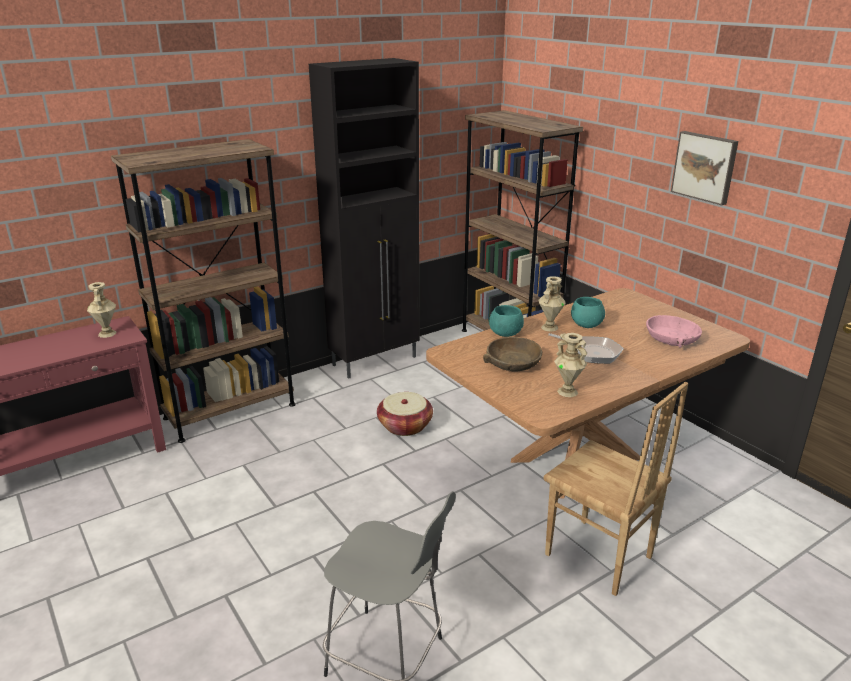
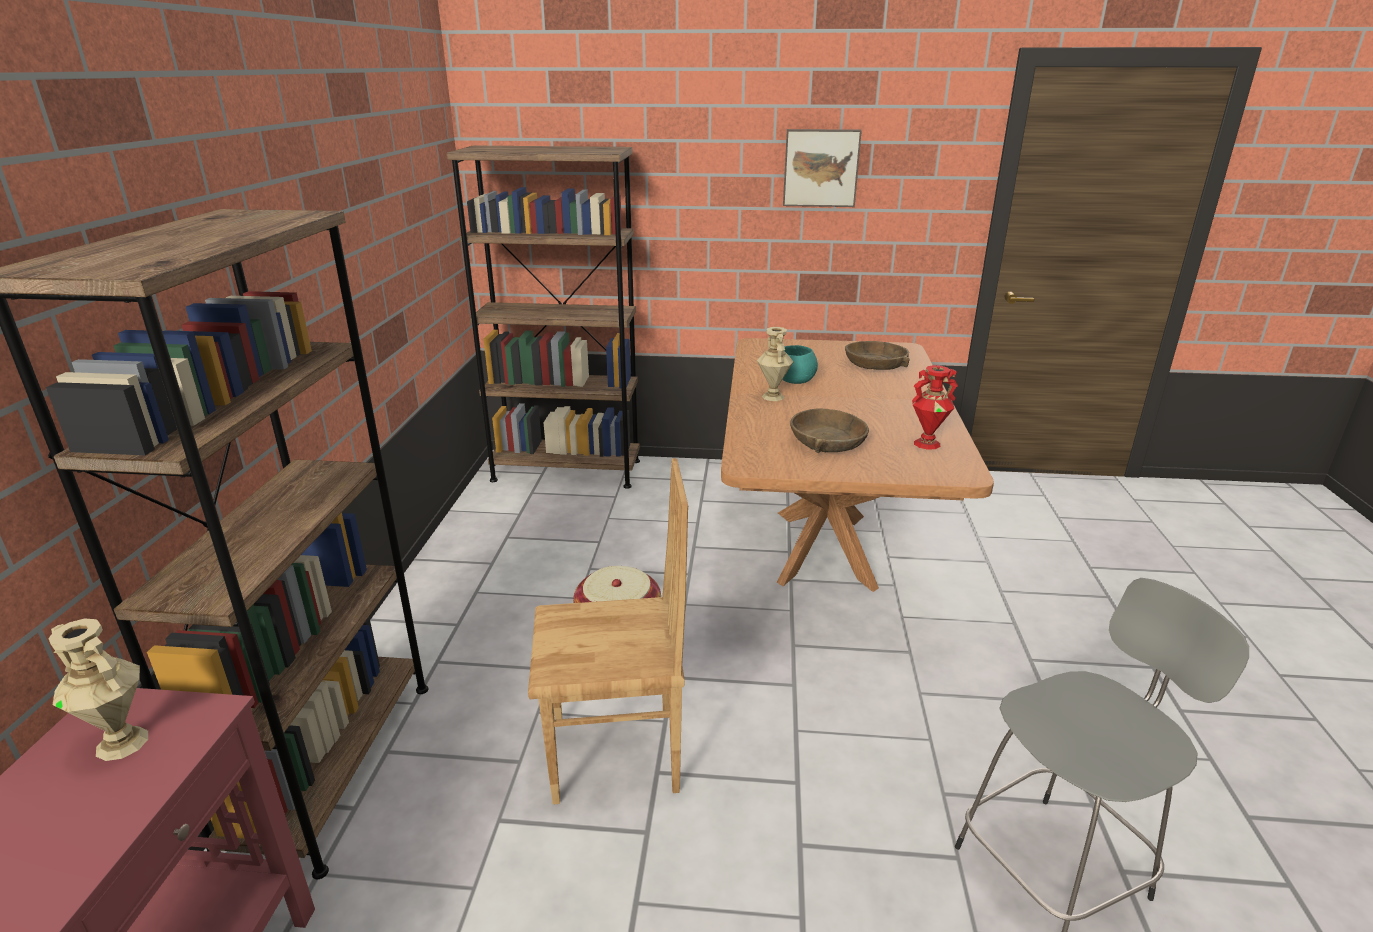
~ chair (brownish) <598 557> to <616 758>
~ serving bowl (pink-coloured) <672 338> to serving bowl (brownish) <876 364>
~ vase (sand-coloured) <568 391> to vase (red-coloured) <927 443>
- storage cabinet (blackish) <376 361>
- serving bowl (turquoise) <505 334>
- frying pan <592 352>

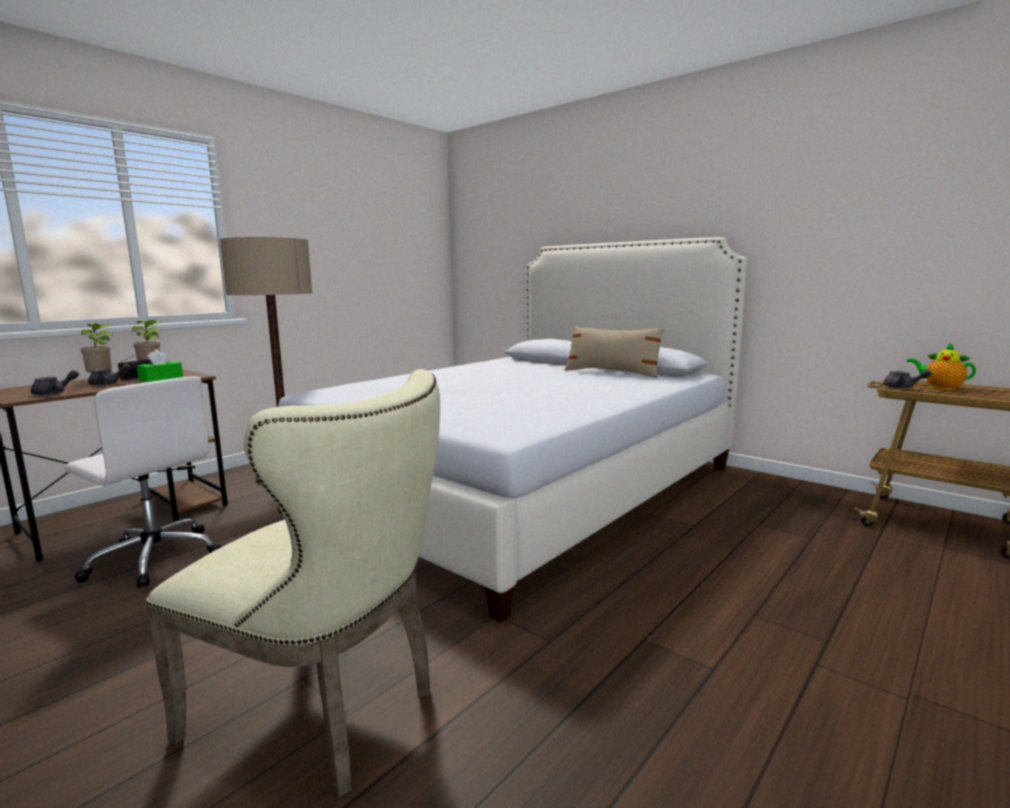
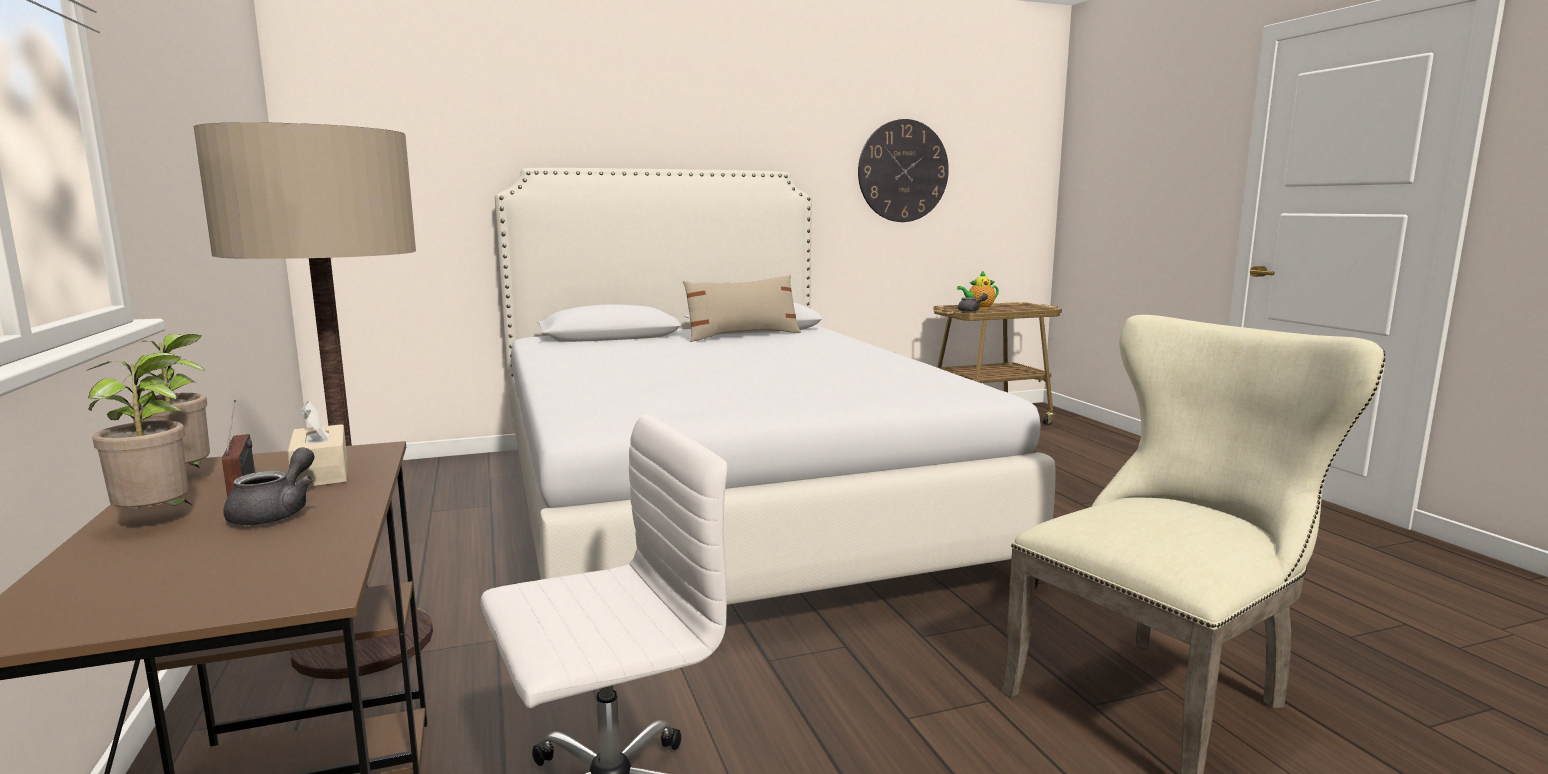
~ tissue holder (greenish) <161 378> to tissue holder (sand-coloured) <321 473>
+ clock on the wall <903 171>
- tea pot (gray) <54 393>

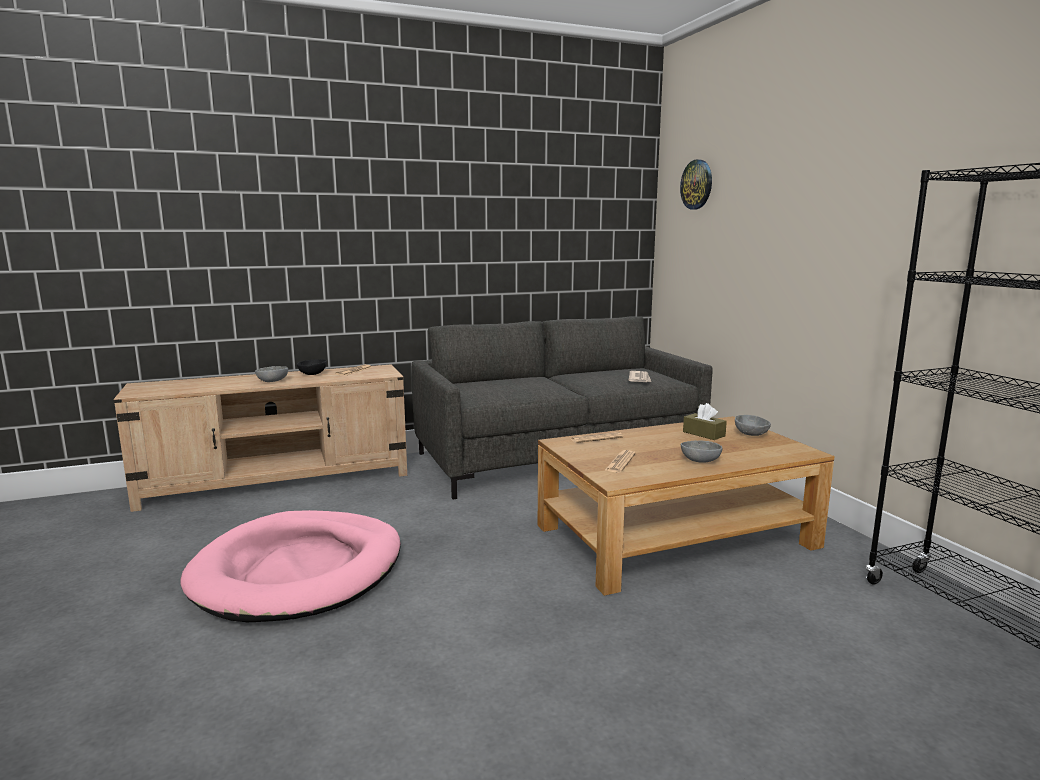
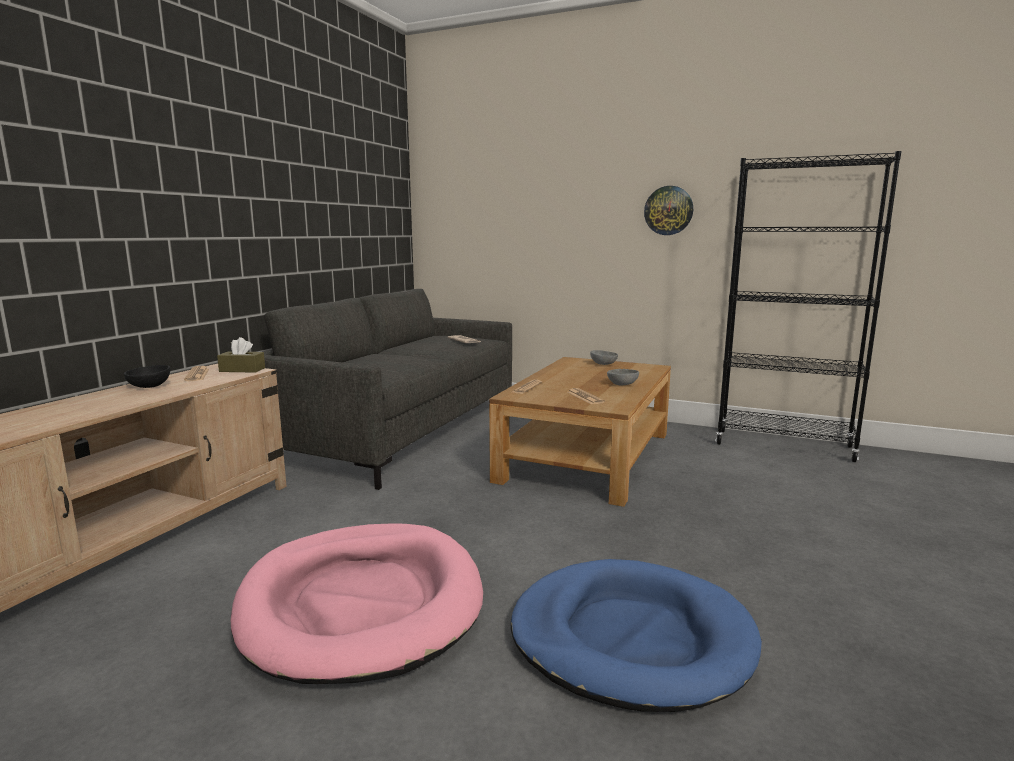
~ tissue holder (brownish) <703 434> to <242 370>
+ dog cushion (blue-coloured) <630 638>
~ clock on the wall <697 184> to <668 210>
- serving bowl (gray) <272 381>

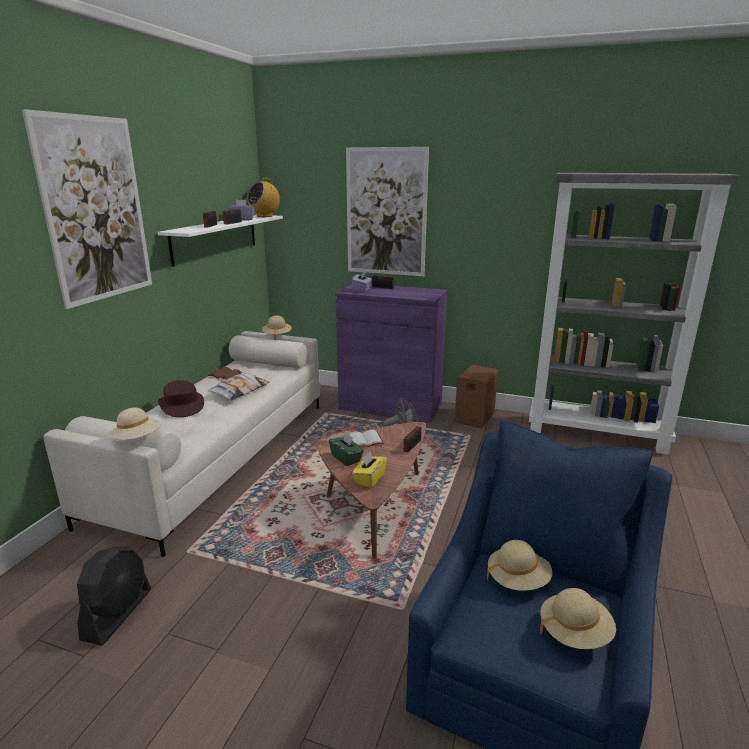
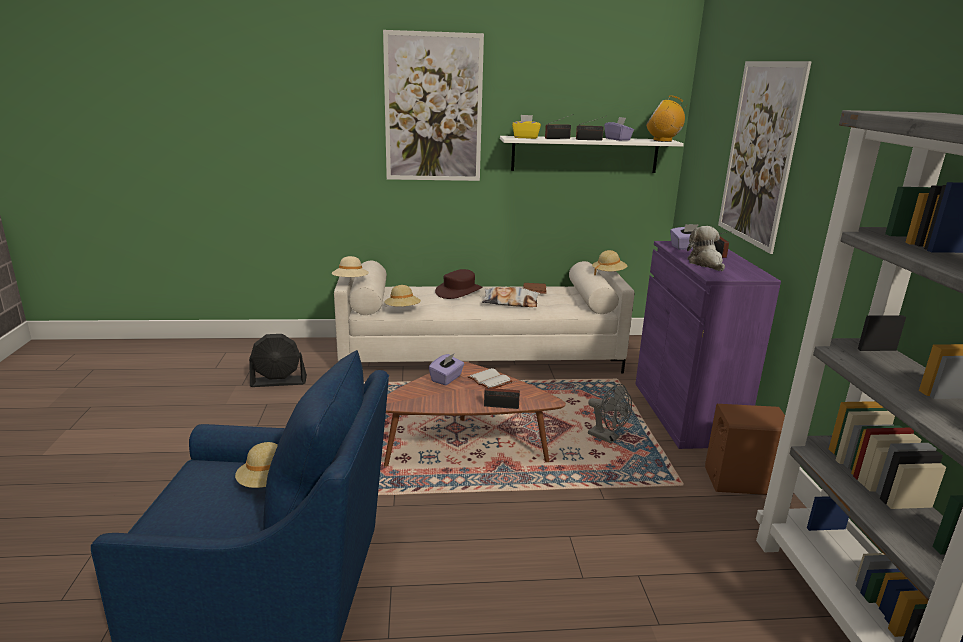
~ wearable hat (sand-coloured) <574 632> to <402 310>
~ tissue holder (greenish) <346 458> to tissue holder (purple-coloured) <446 379>
~ tissue holder (yellow-coloured) <369 479> to <525 137>
+ soft toy <706 263>

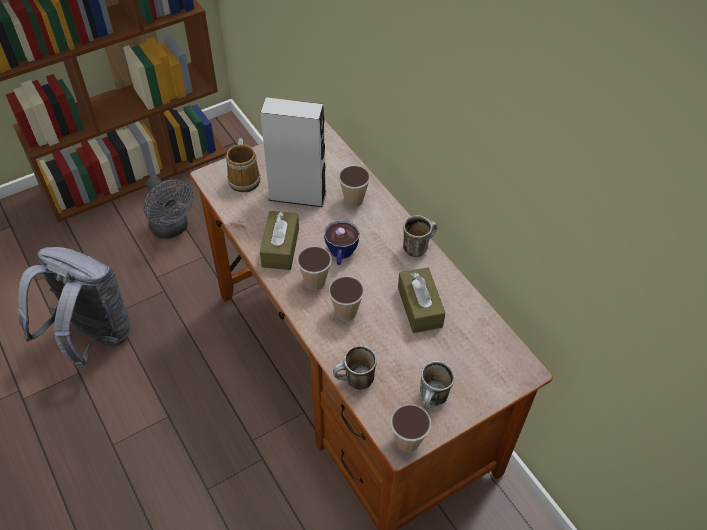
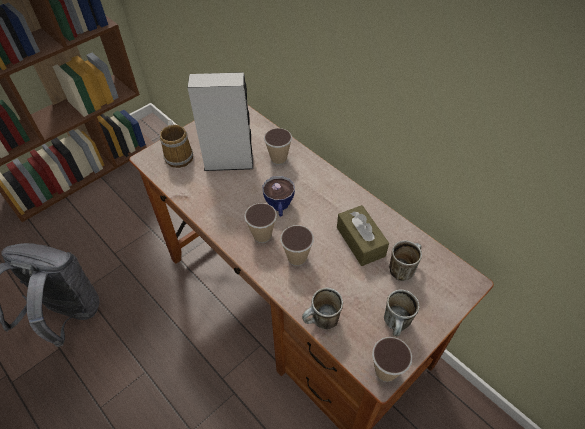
~ mug <418 246> to <402 268>
- fan (gray) <172 229>
- tissue holder (brownish) <280 247>

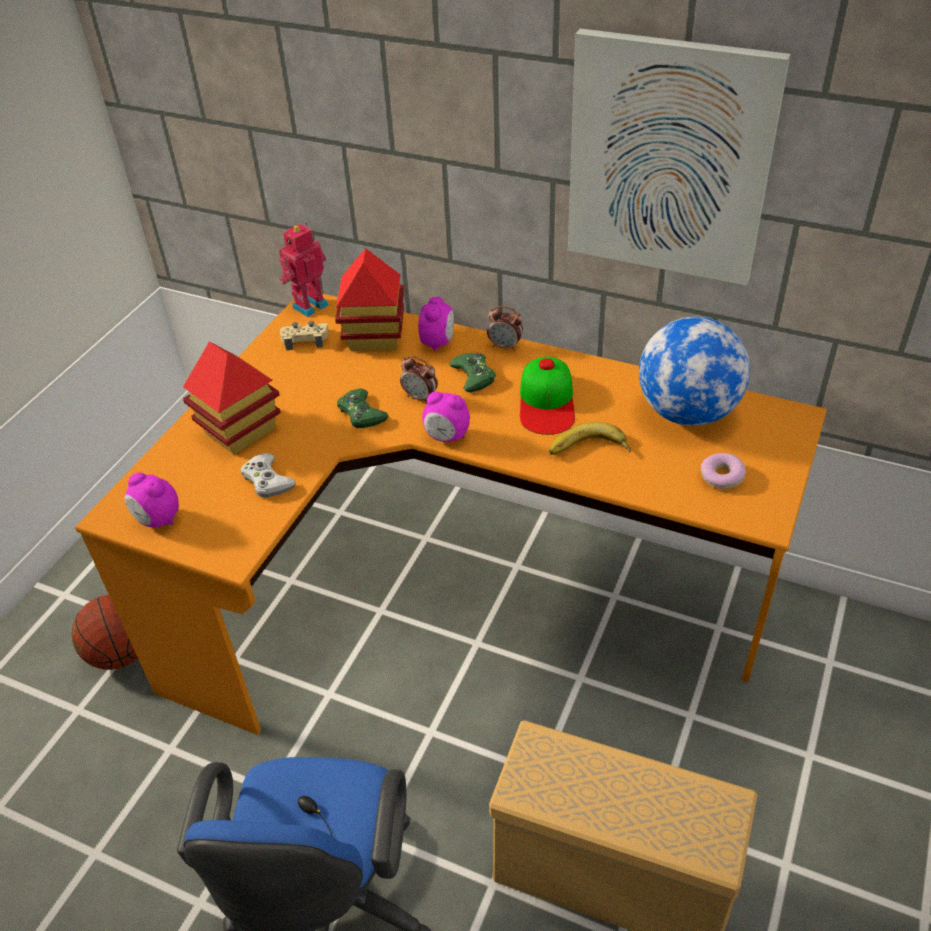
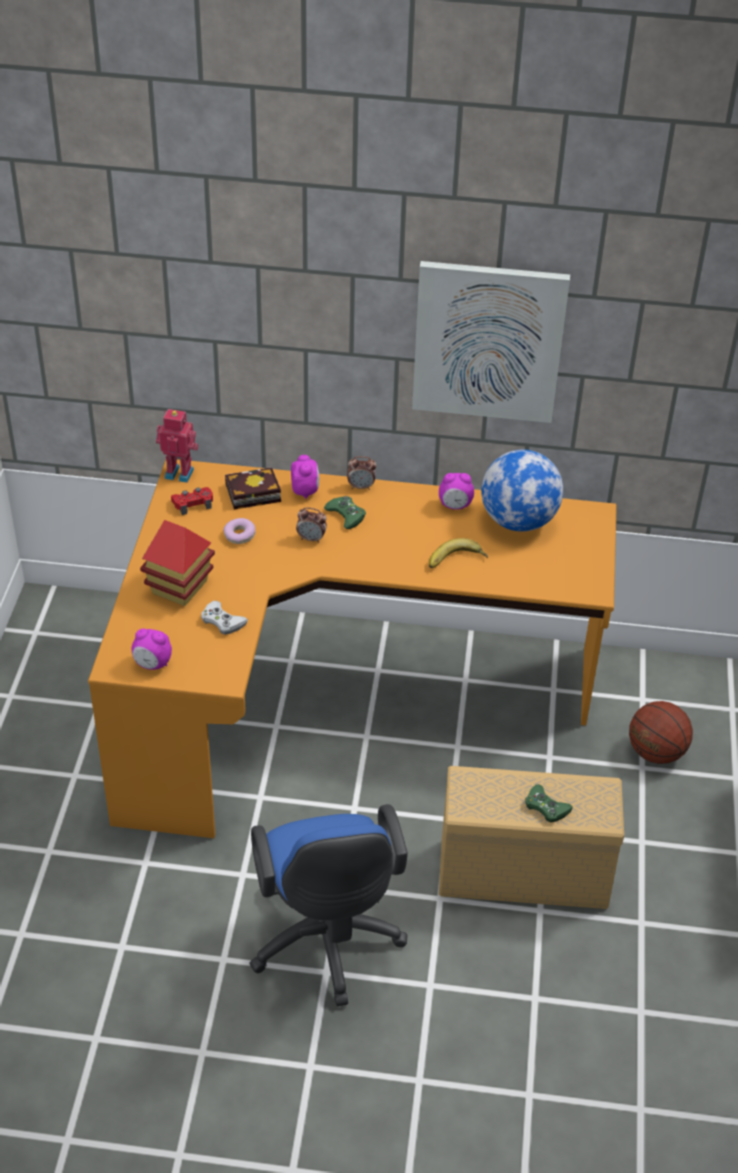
~ model robot <308 305> = <179 472> 75 degrees clockwise
~ game controller (sand-coloured) <305 339> to game controller (red-coloured) <193 503>
~ doughnut <721 476> to <239 535>
~ model house <374 337> to book <250 494>
~ alarm clock <447 436> to <455 506>
~ game controller (greenish) <361 413> to <546 807>
~ ball for basketball <121 653> to <655 752>
- peaked cap <547 402>

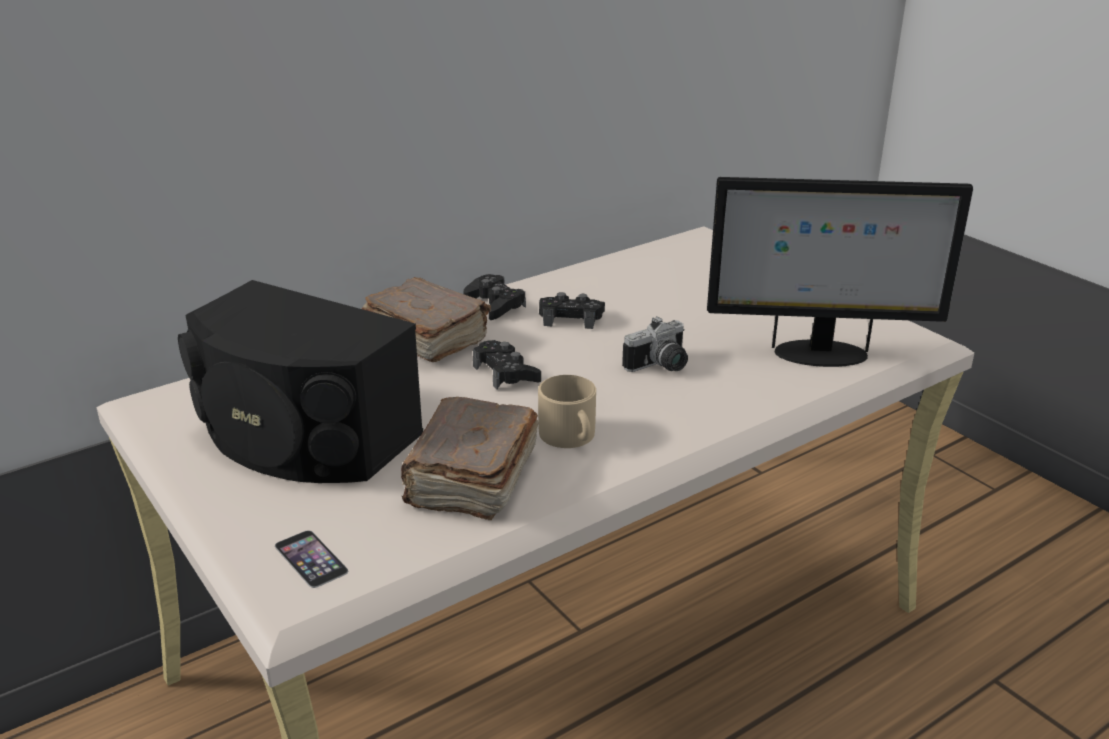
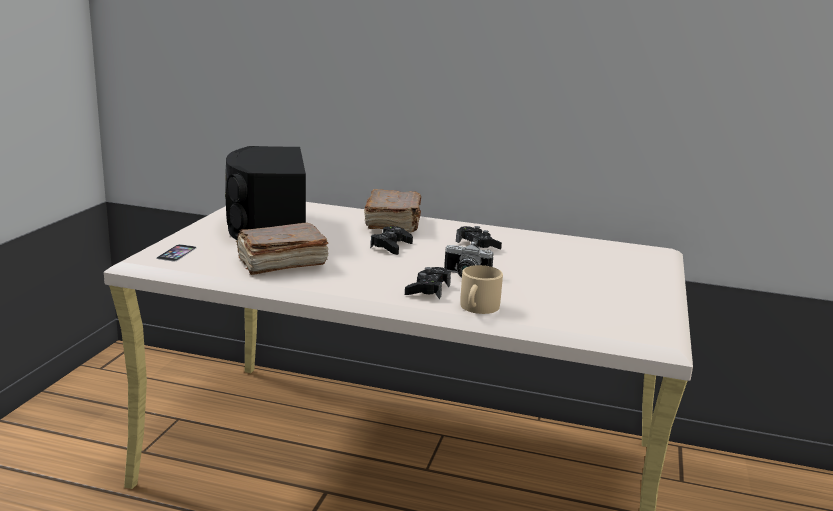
~ game controller (blackish) <495 305> to <428 290>
~ mug (sand-coloured) <570 436> to <478 307>
- computer display <819 354>

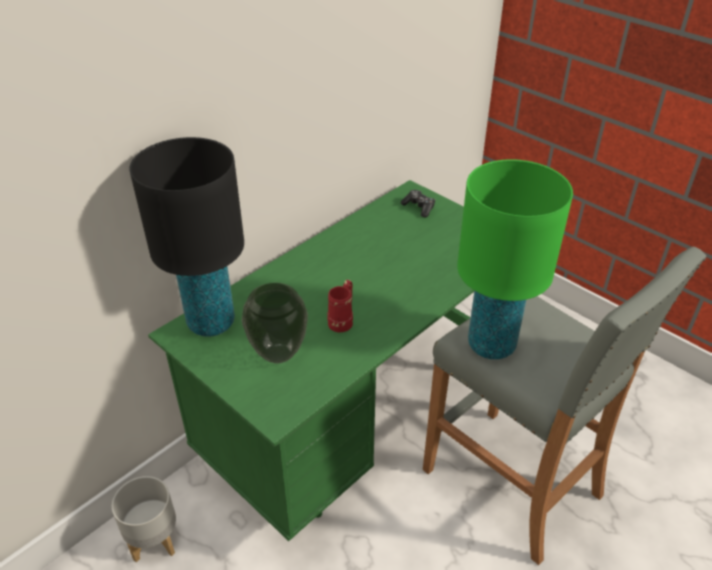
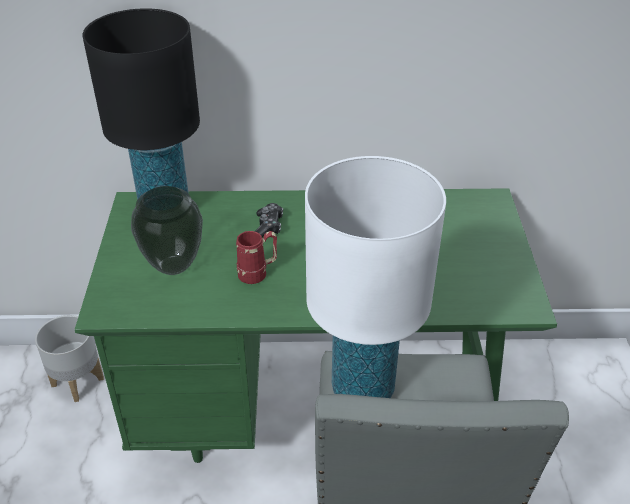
~ game controller <419 207> to <268 226>
~ lamp for a table (greenish) <491 344> to lamp for a table (white-coloured) <363 389>

